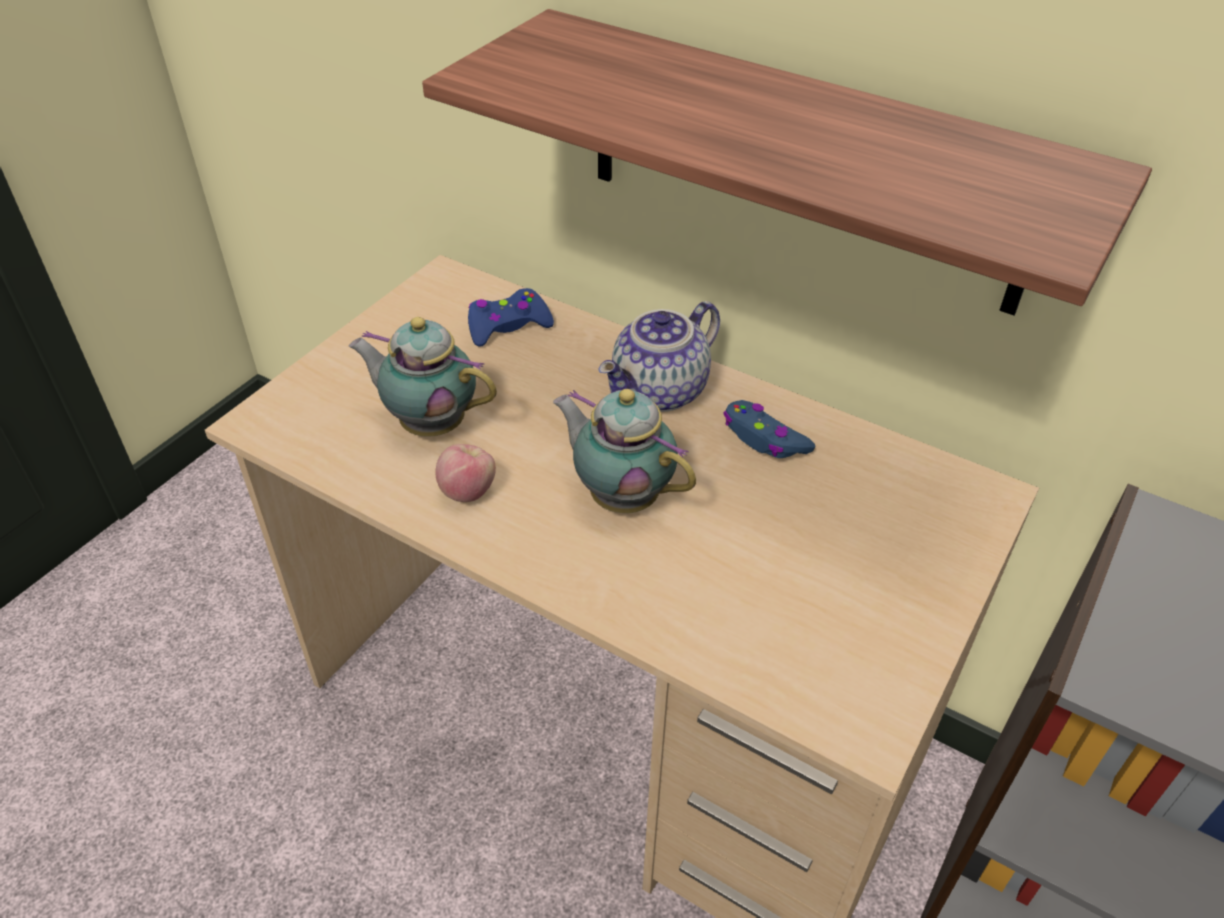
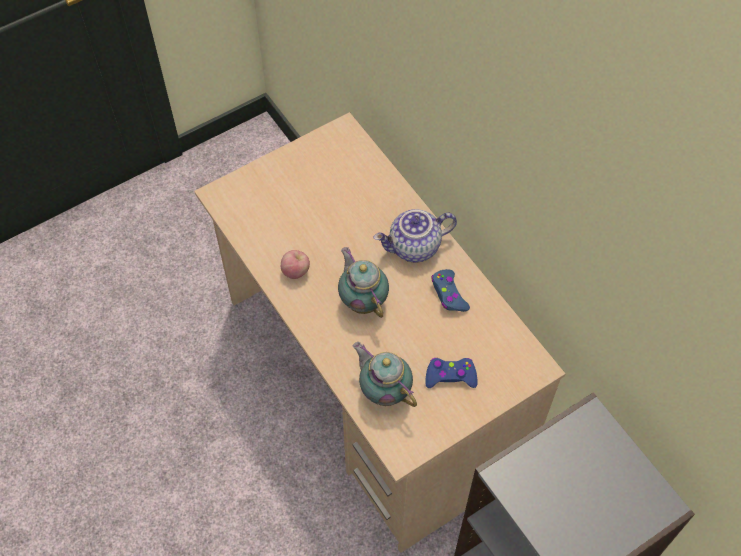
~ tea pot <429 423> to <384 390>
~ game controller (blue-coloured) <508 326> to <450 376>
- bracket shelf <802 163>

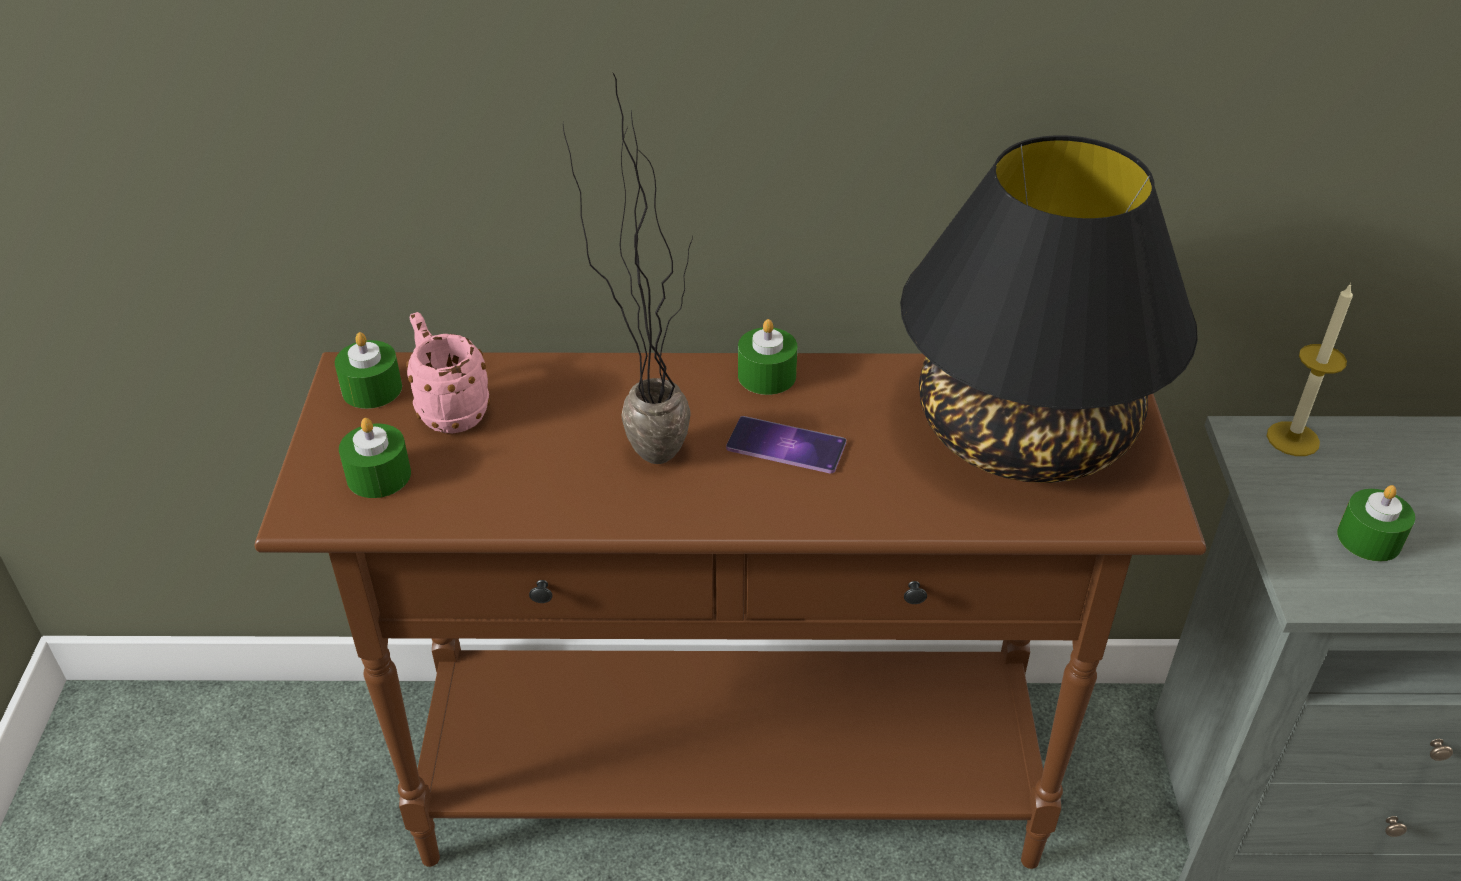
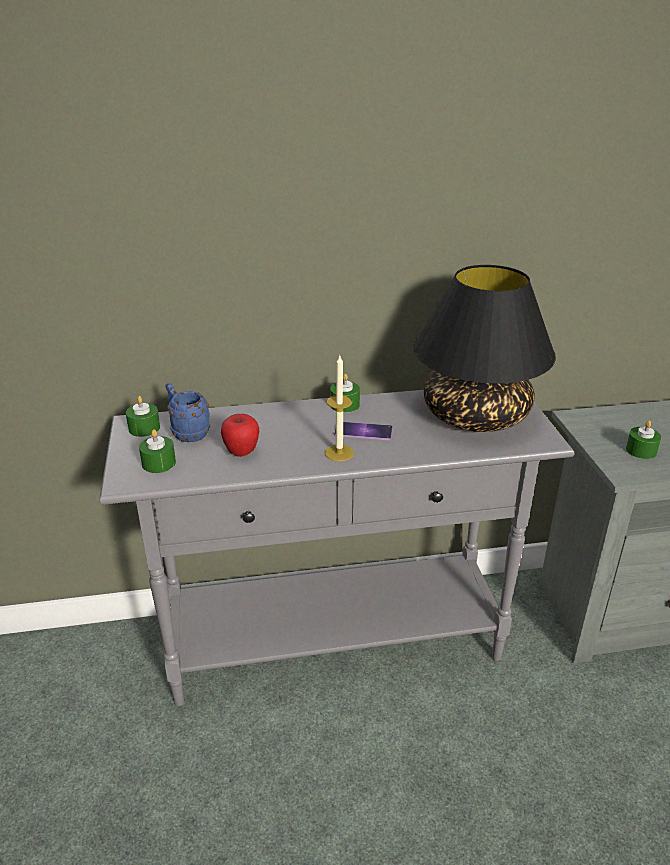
~ console table (brownish) <733 783> to console table (gray) <336 642>
~ mug (pink-coloured) <448 409> to mug (blue-coloured) <187 433>
+ whole apple <242 452>
~ candle <1293 439> to <339 453>
- houseplant <644 444>

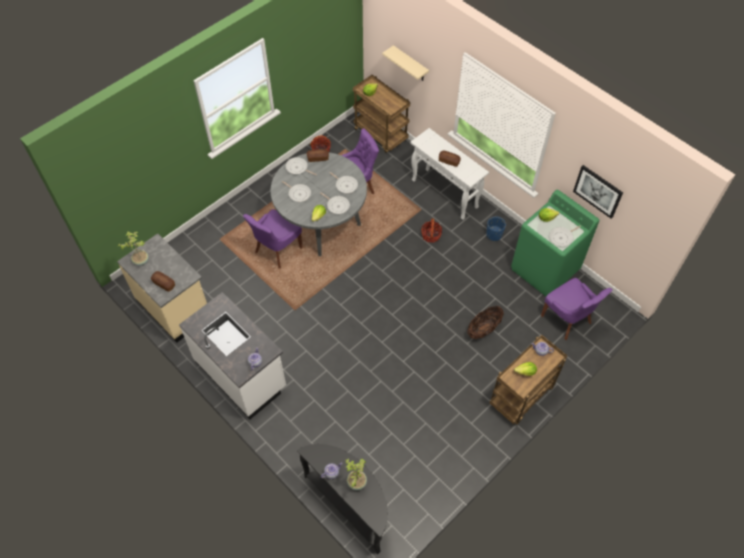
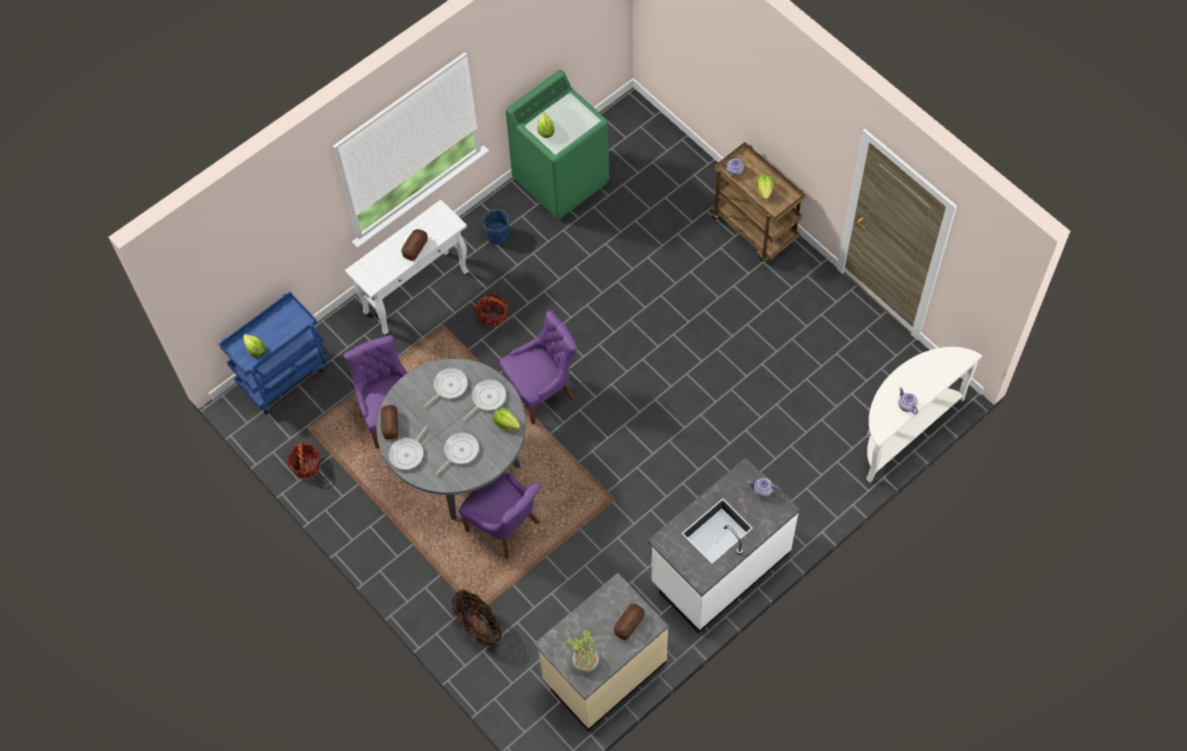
~ trolley (brownish) <381 135> to trolley (blue-coloured) <284 374>
~ household basket <483 329> to <478 625>
~ chair (purple-coloured) <567 320> to <541 391>
~ console table (blackish) <351 504> to console table (white-coloured) <903 428>
- houseplant <356 482>
- bracket shelf (sand-coloured) <410 64>
- frying pan <562 237>
- wall art <598 191>

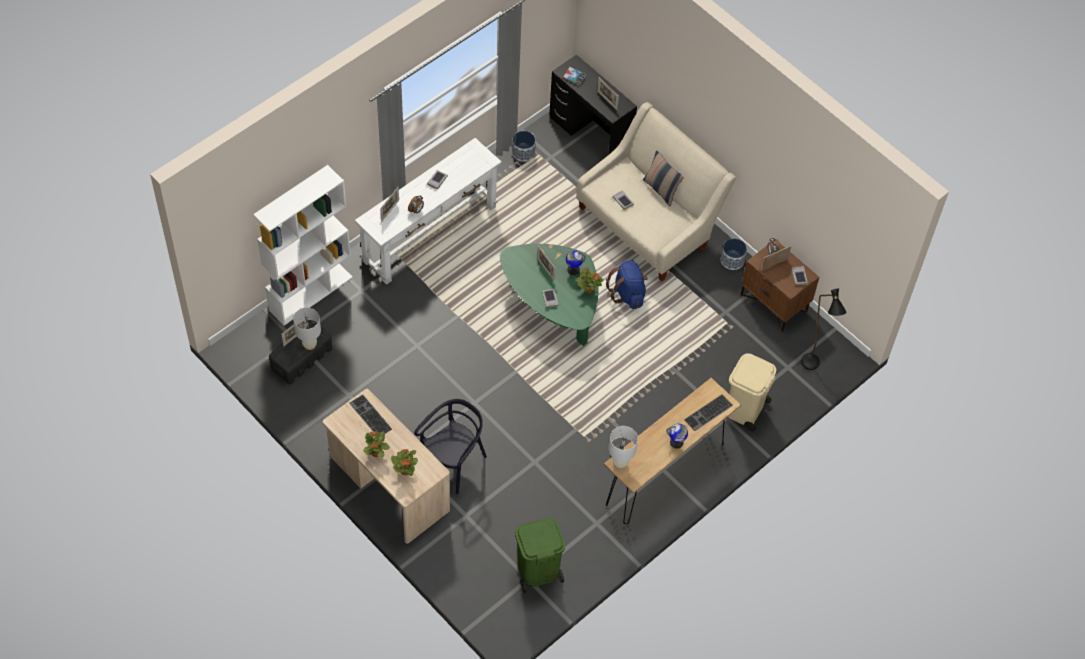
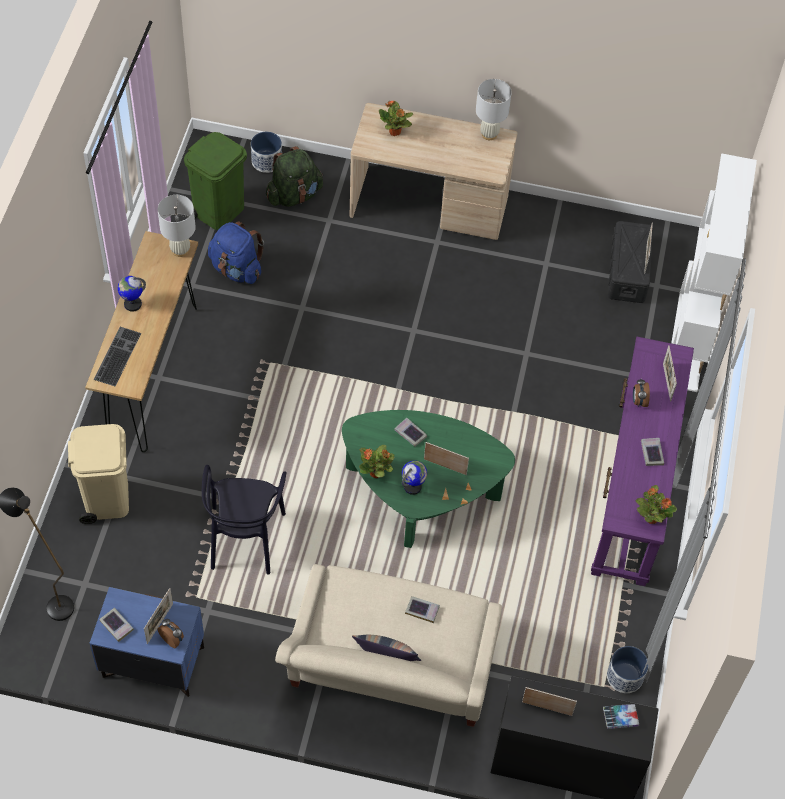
~ night table (brownish) <774 303> to night table (blue-coloured) <152 663>
~ chair (blackish) <453 462> to <245 538>
~ backpack (blue-coloured) <627 294> to <236 269>
~ flower pot <732 260> to <266 161>
+ backpack (greenish) <294 195>
~ lamp for a table (white-coloured) <309 345> to <489 134>
~ console table (white-coloured) <430 234> to console table (purple-coloured) <632 490>
~ houseplant <376 453> to <651 517>
- PC keyboard <369 416>

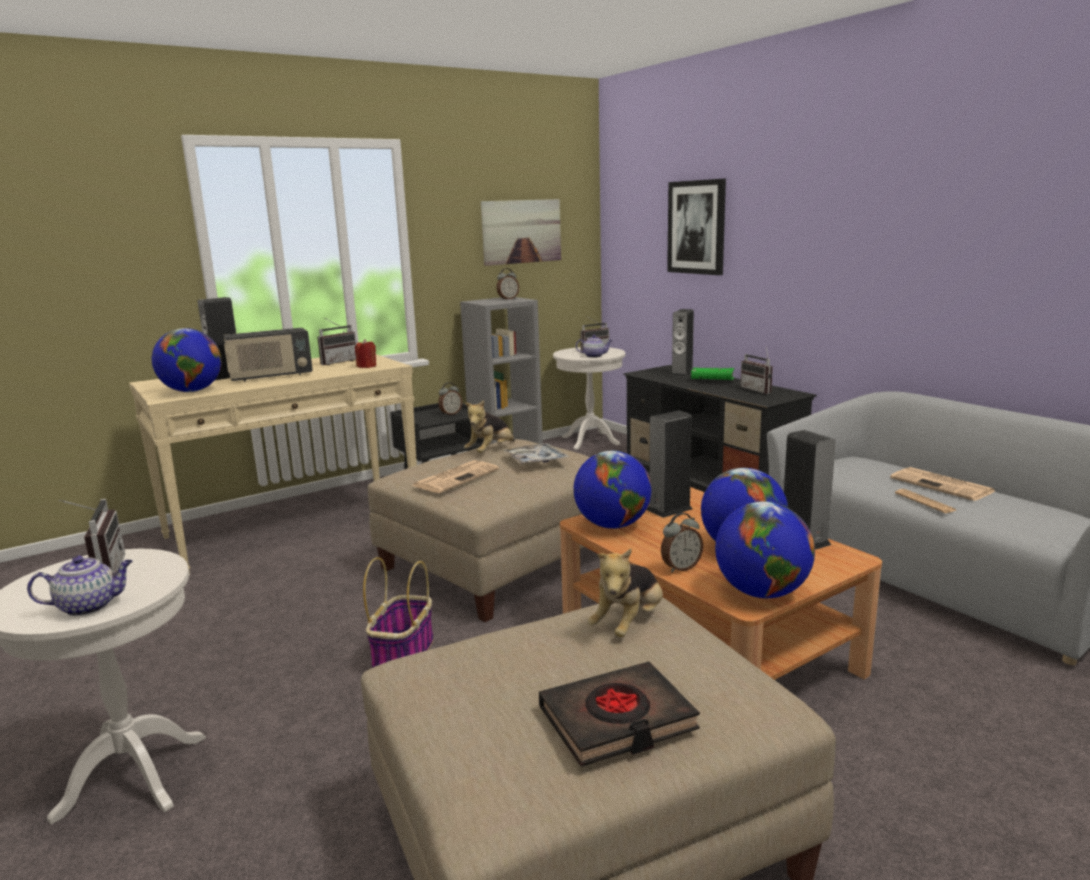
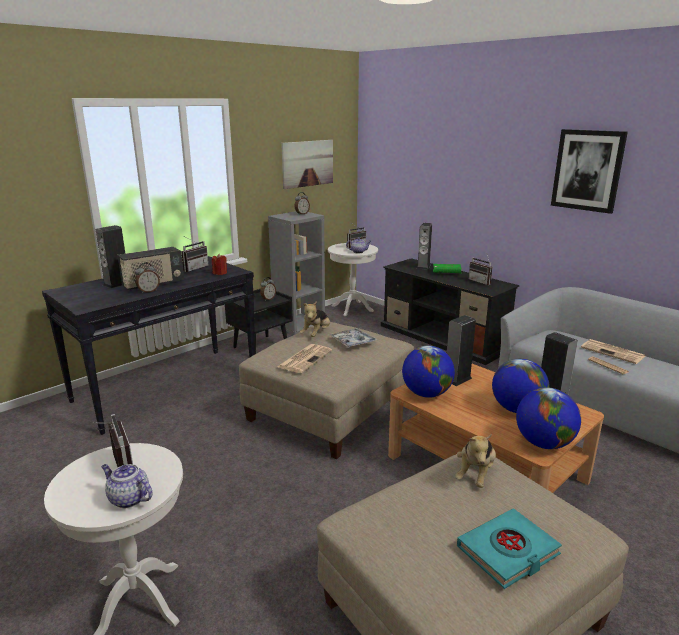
~ console table (sand-coloured) <295 525> to console table (blackish) <167 387>
~ tea pot <89 606> = <128 499> 120 degrees counterclockwise
~ alarm clock <680 567> to <148 291>
~ book (blackish) <617 720> to book (turquoise) <508 552>
~ wall art <697 227> to <587 170>
- world globe <192 391>
- household basket <403 654>

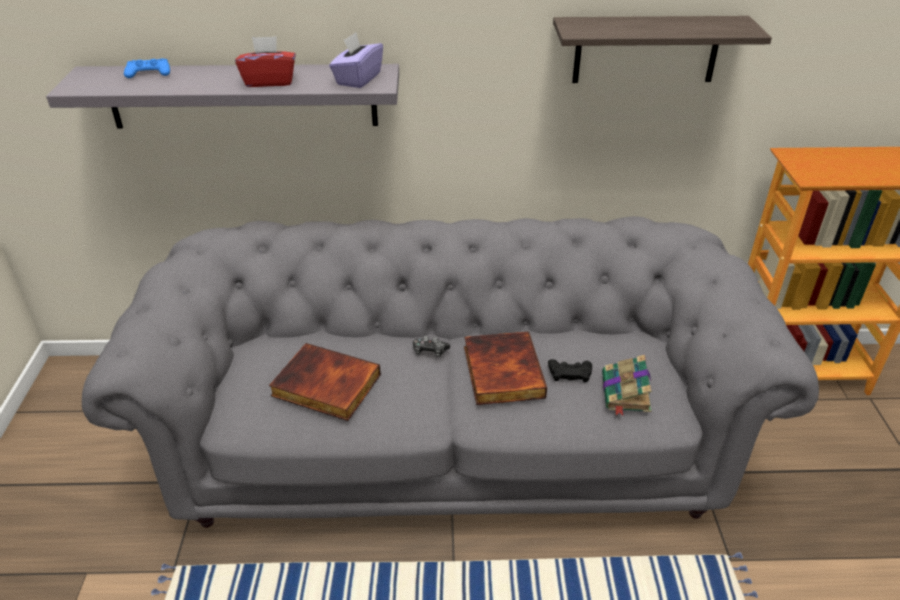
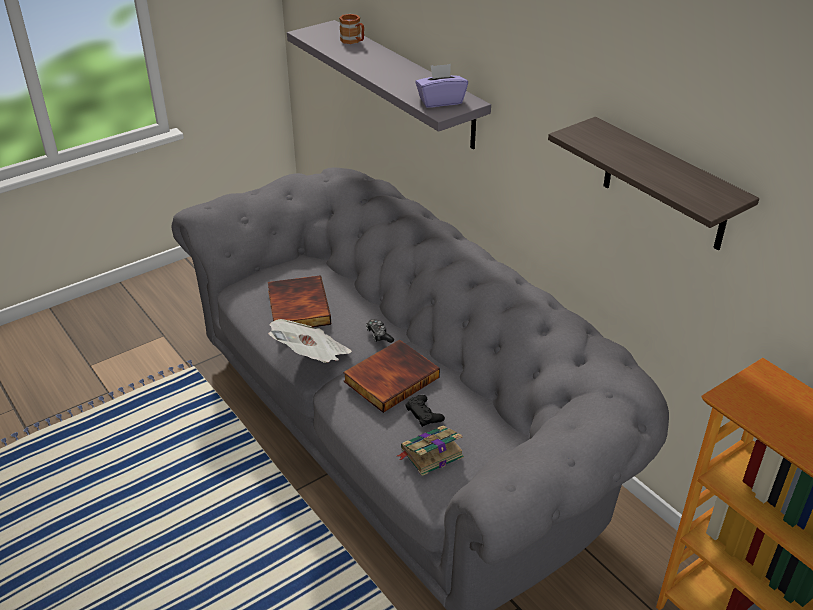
+ printed paper <311 357>
~ game controller (blue-coloured) <149 73> to mug (brownish) <353 41>
- tissue holder (red-coloured) <269 81>

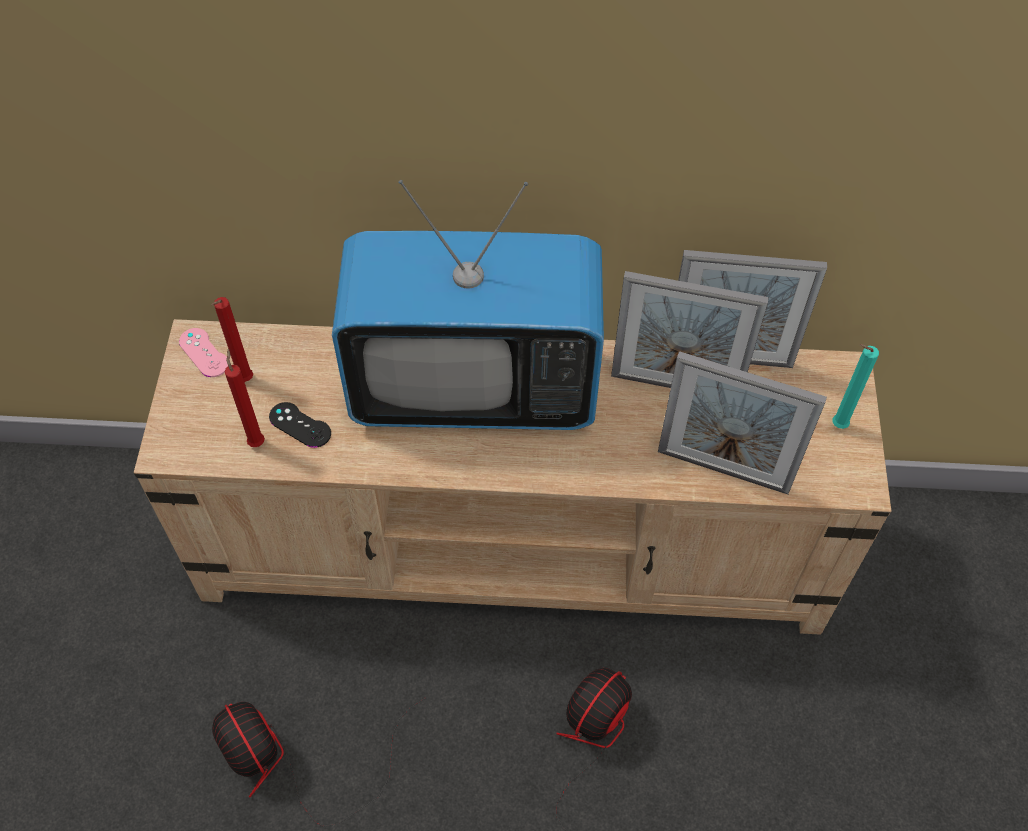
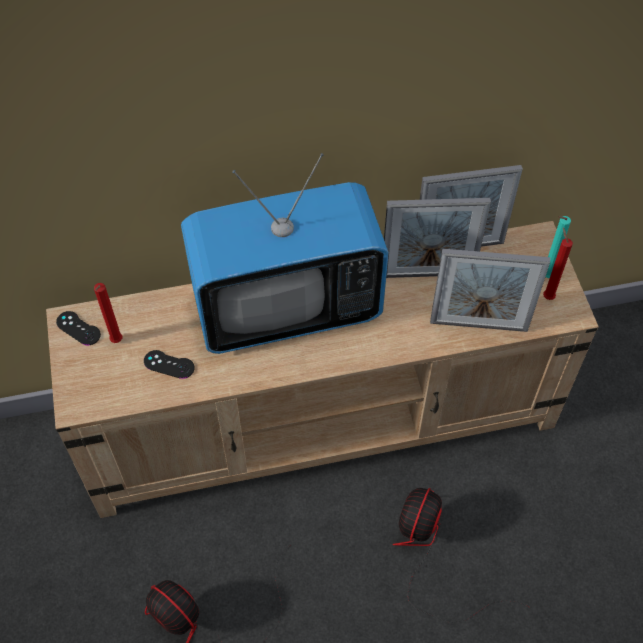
~ game controller (pink-coloured) <204 353> to game controller (blackish) <78 328>
~ candle (red-coloured) <257 441> to <547 296>

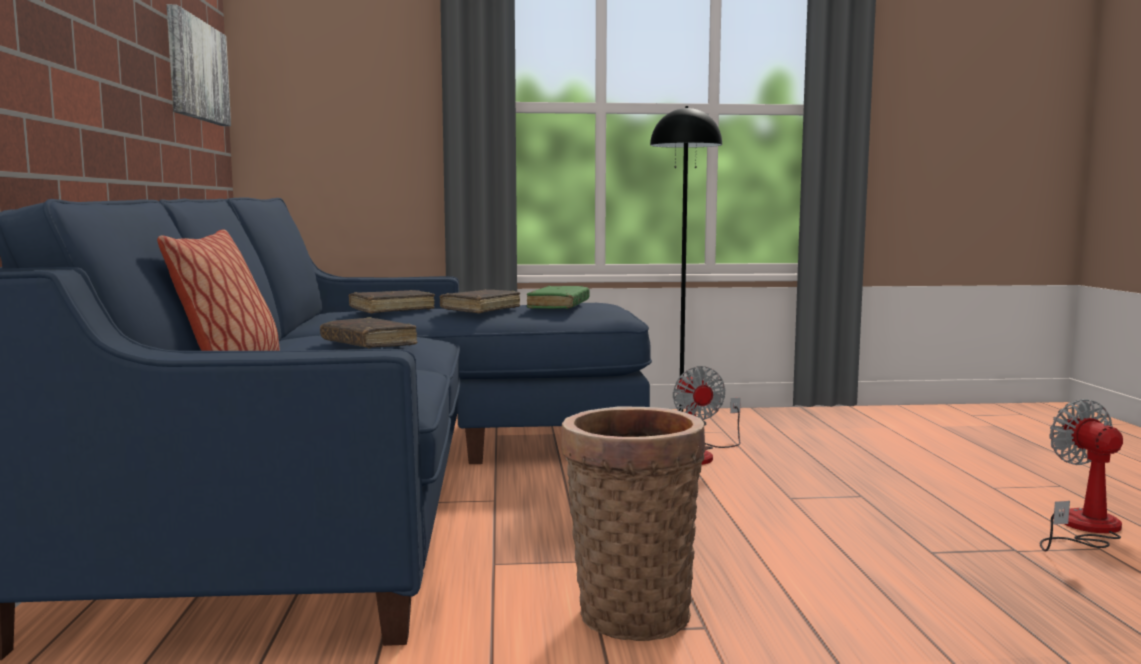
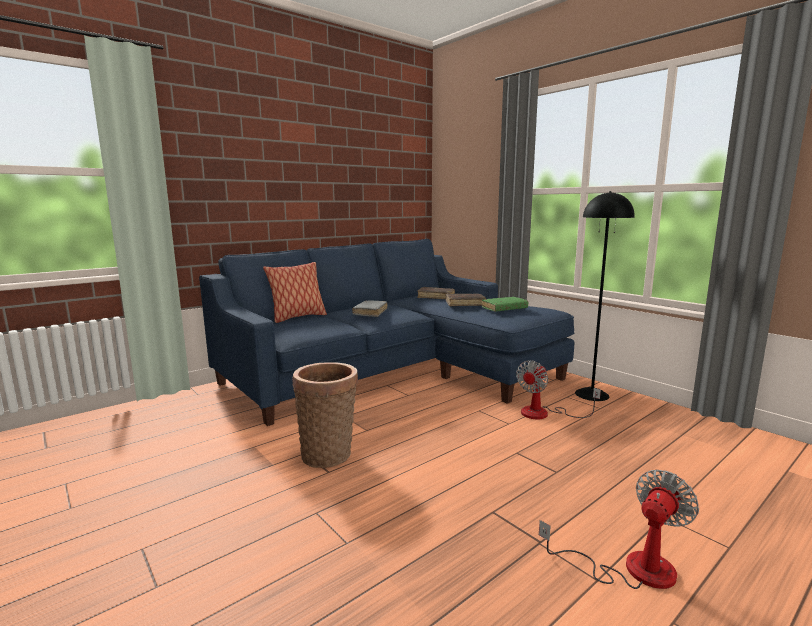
~ book (brownish) <368 344> to book (gray) <370 313>
- wall art <196 70>

